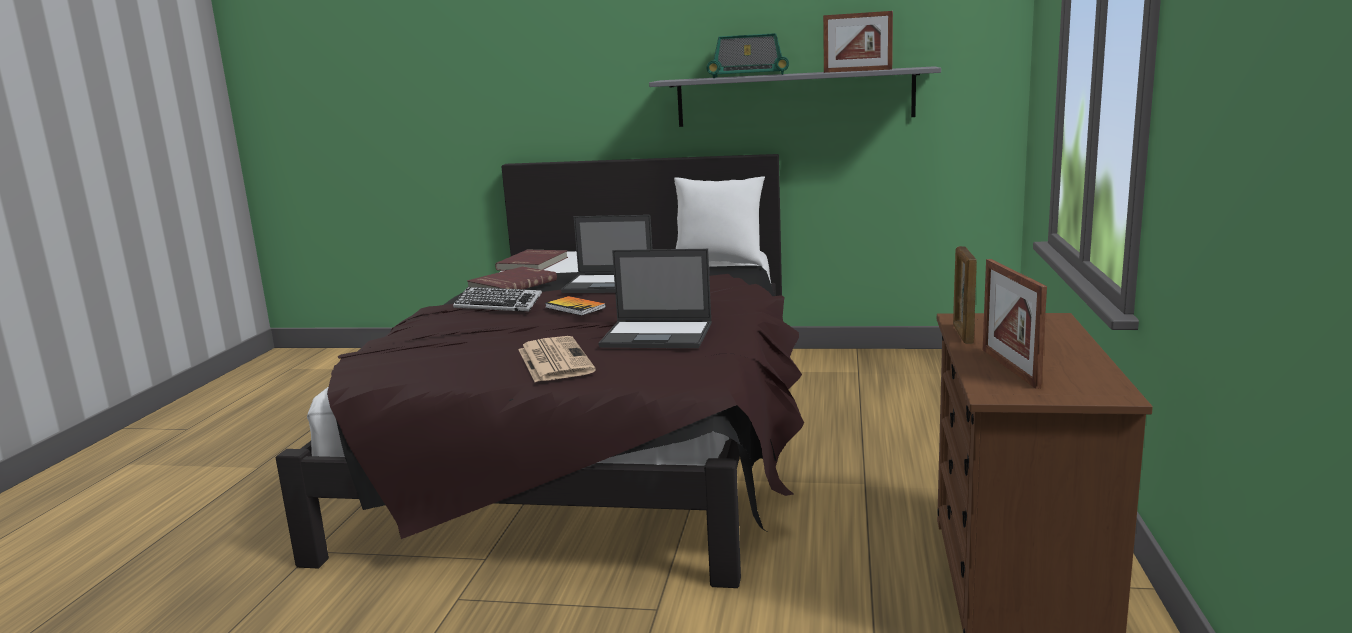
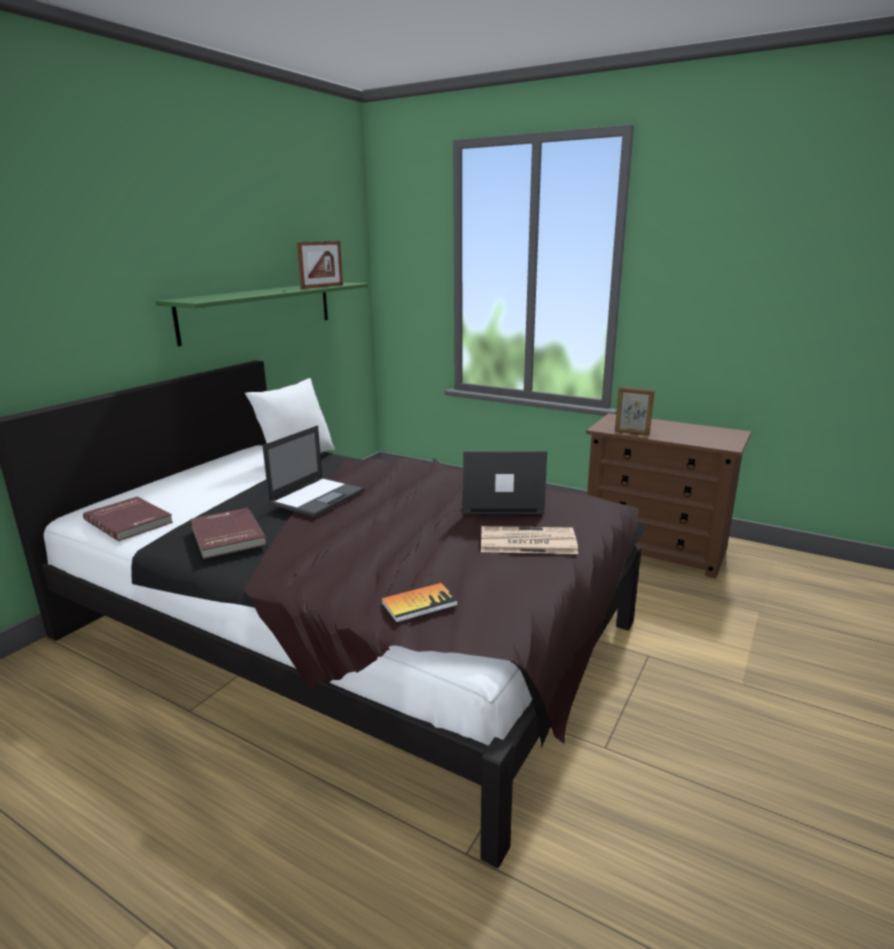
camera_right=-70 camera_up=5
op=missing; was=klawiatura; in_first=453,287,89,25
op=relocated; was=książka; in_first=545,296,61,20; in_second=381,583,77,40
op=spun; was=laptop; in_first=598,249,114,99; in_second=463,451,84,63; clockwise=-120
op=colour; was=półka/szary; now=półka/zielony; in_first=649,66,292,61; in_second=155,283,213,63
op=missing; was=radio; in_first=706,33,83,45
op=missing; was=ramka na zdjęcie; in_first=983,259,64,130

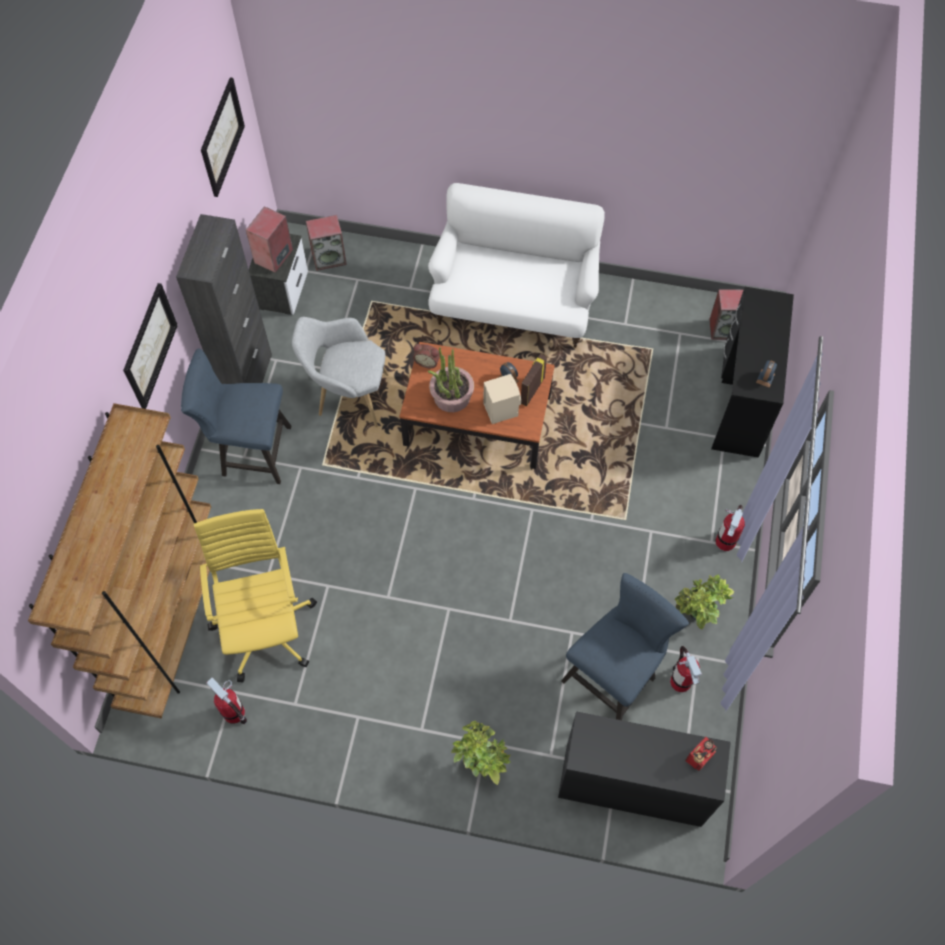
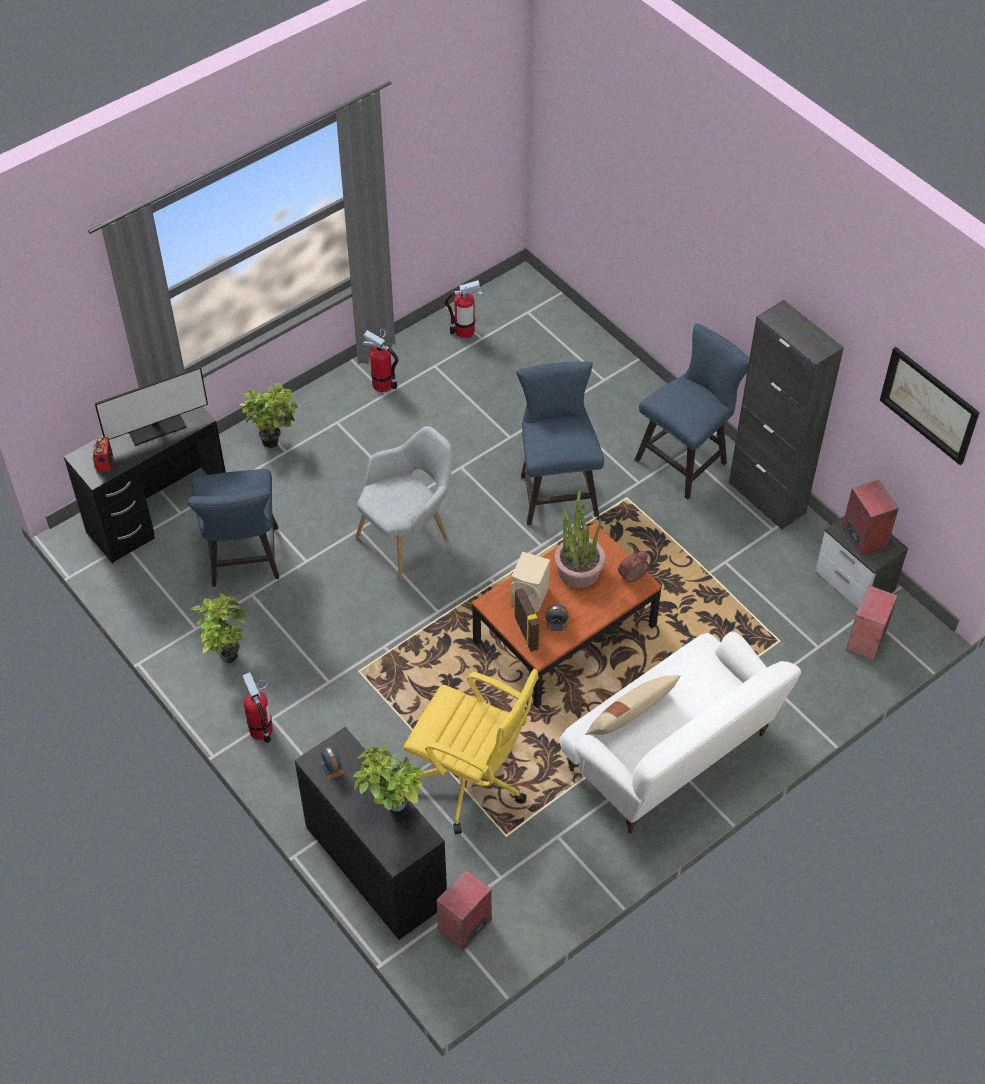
camera_right=130 camera_up=-10
op=missing; was=regał/brązowy; in_first=28,403,183,316
op=missing; was=obraz; in_first=123,283,55,126
op=relocated; was=krzesło biurowe/żółty; in_first=194,509,123,174; in_second=404,669,135,165
op=relocated; was=fotel/szary; in_first=292,317,97,110; in_second=355,426,98,154
op=relocated; was=gaśnica; in_first=670,646,32,46; in_second=362,328,37,64
op=appeared; now=monitor; in_second=94,366,114,80
op=appeared; now=roślina doniczkowa; in_second=353,745,71,66
op=appeared; now=krzesło/niebieski; in_second=516,362,88,163
op=appeared; now=poduszka/beżowy; in_second=585,675,96,60

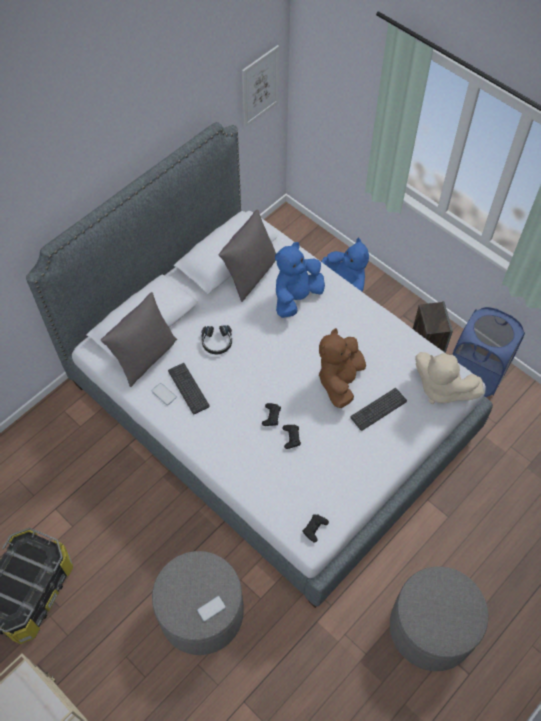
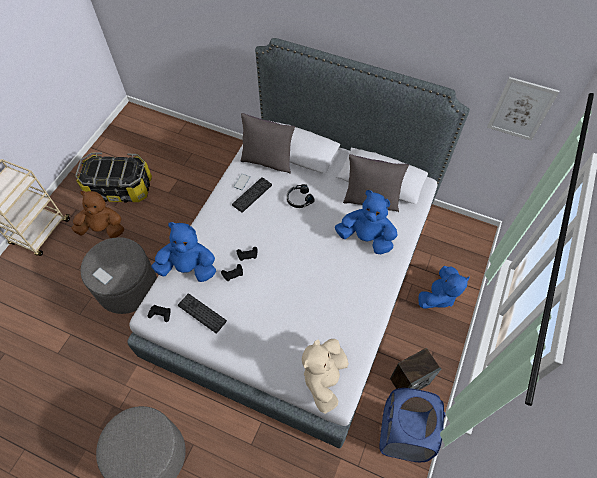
camera_right=70 camera_up=0
op=relocated; was=pluszak/brązowy; in_first=319,328,47,80; in_second=71,191,53,47
op=relocated; was=klawiatura; in_first=350,388,57,43; in_second=178,293,49,41
op=appeared; now=pluszak/niebieski; in_second=151,222,65,60

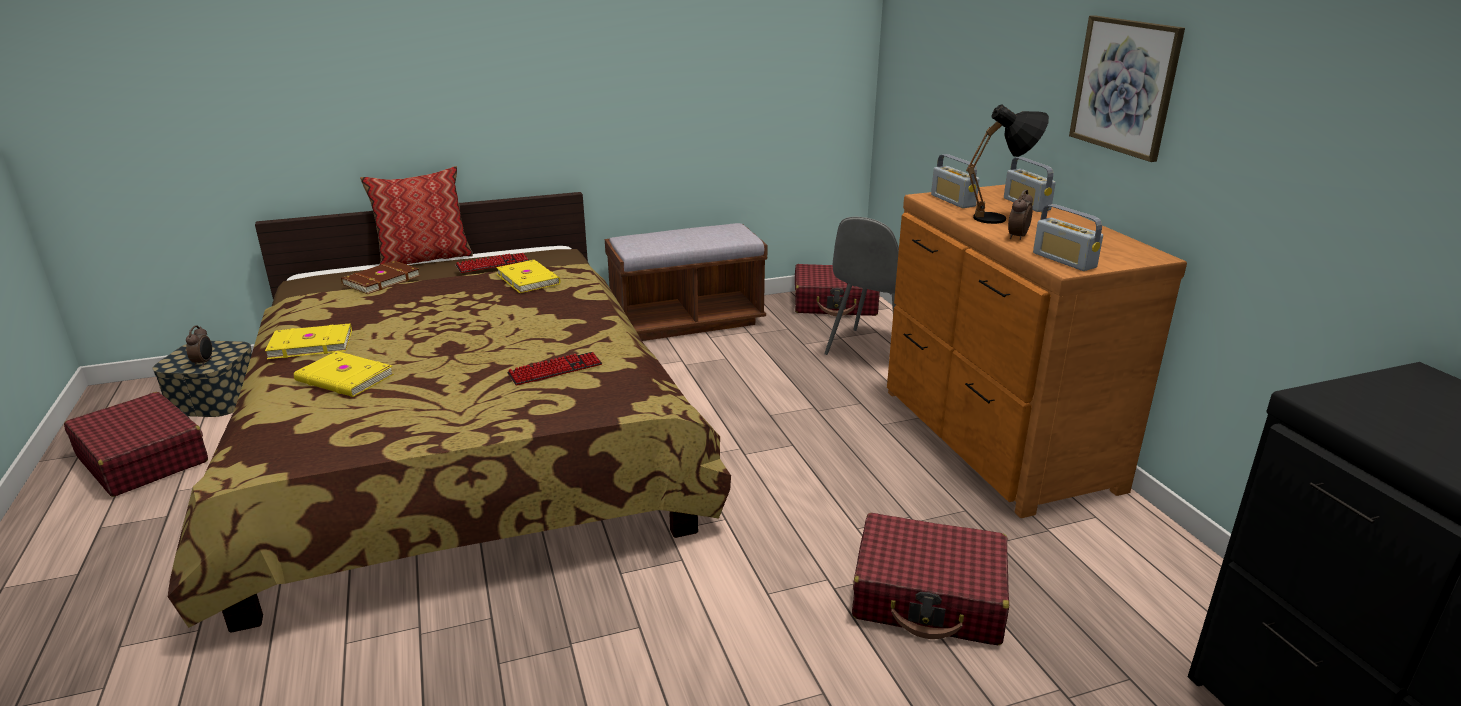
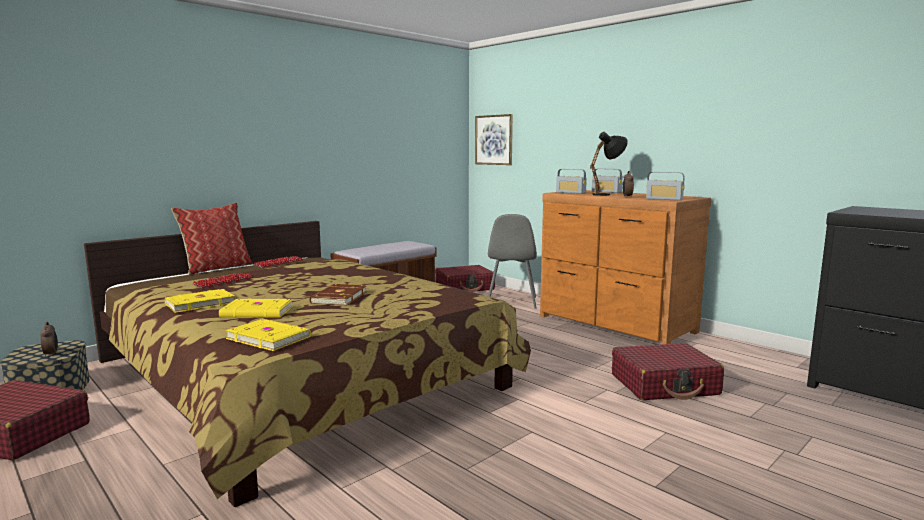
camera_right=-25 camera_up=-15
op=relocated; was=książka/brązowy; in_first=341,261,79,33; in_second=310,284,57,22
op=relocated; was=książka/żółty; in_first=496,260,64,33; in_second=225,319,86,32
op=relocated; was=klawiatura; in_first=507,352,95,33; in_second=193,273,61,15
op=relocated; was=obraz; in_first=1069,15,116,147; in_second=475,114,38,51

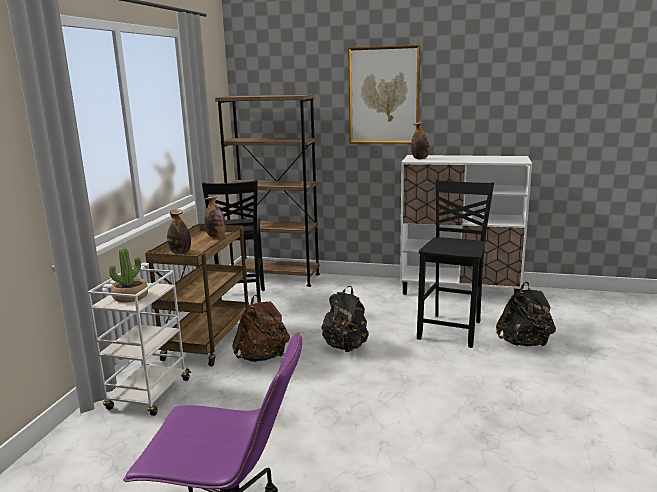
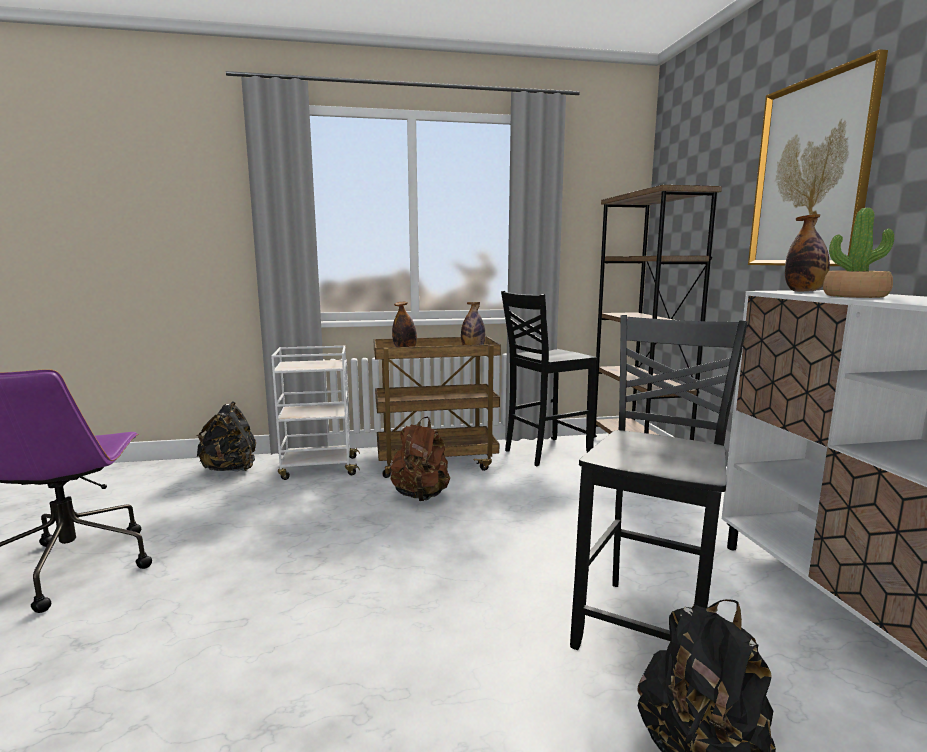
camera_right=65 camera_up=-5
op=relocated; was=roślina doniczkowa; in_first=109,248,39,55; in_second=823,208,71,90
op=relocated; was=plecak/czarny; in_first=321,286,48,66; in_second=196,401,60,71
op=spun; was=krzesło/czarny; in_first=417,180,77,168; in_second=570,315,178,335; clockwise=-60

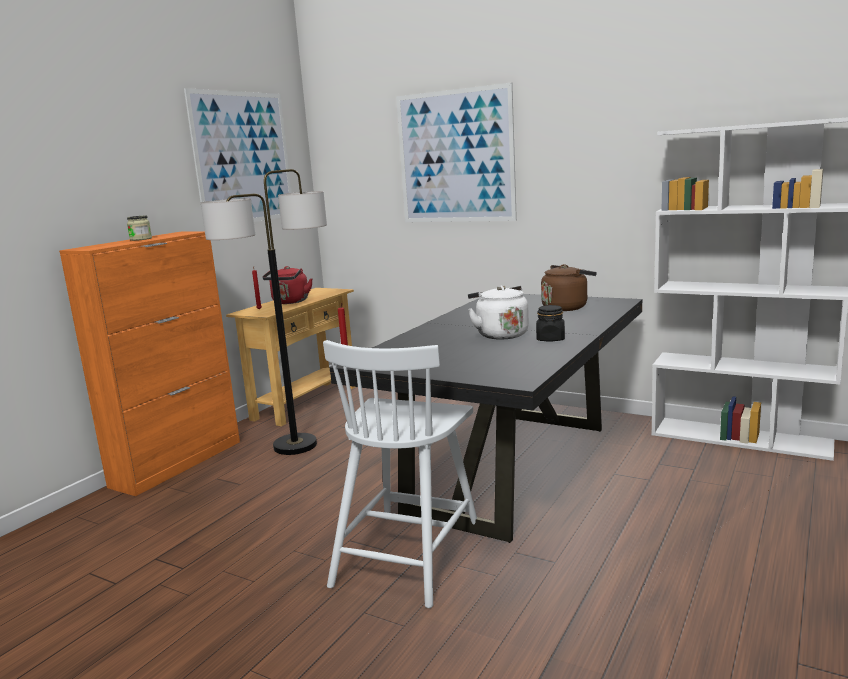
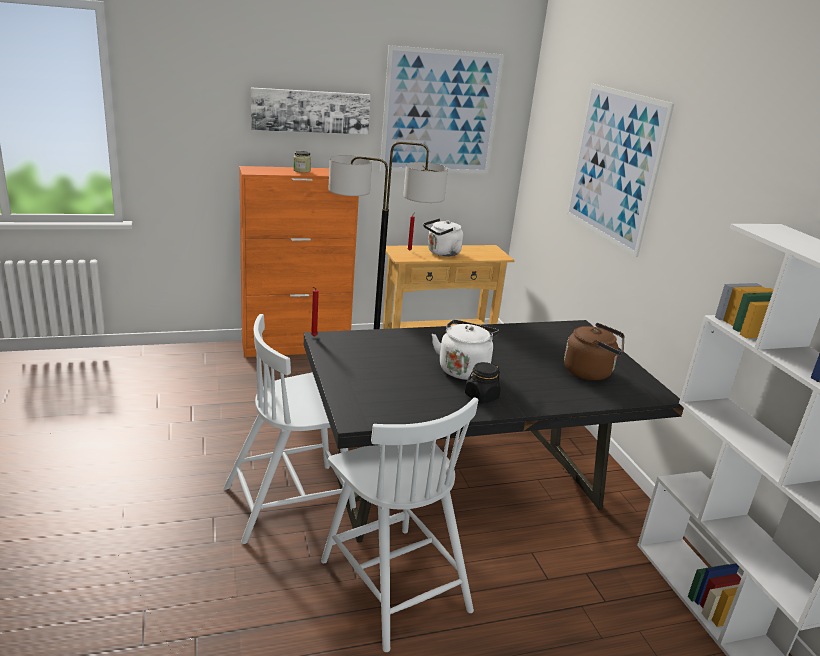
camera_right=40 camera_up=10
op=colour; was=czajnik/czerwony; now=czajnik/biały; in_first=262,266,50,38; in_second=423,218,40,38
op=appeared; now=obraz; in_second=251,87,120,48
op=appeared; now=krzesło/biały; in_second=321,397,157,255

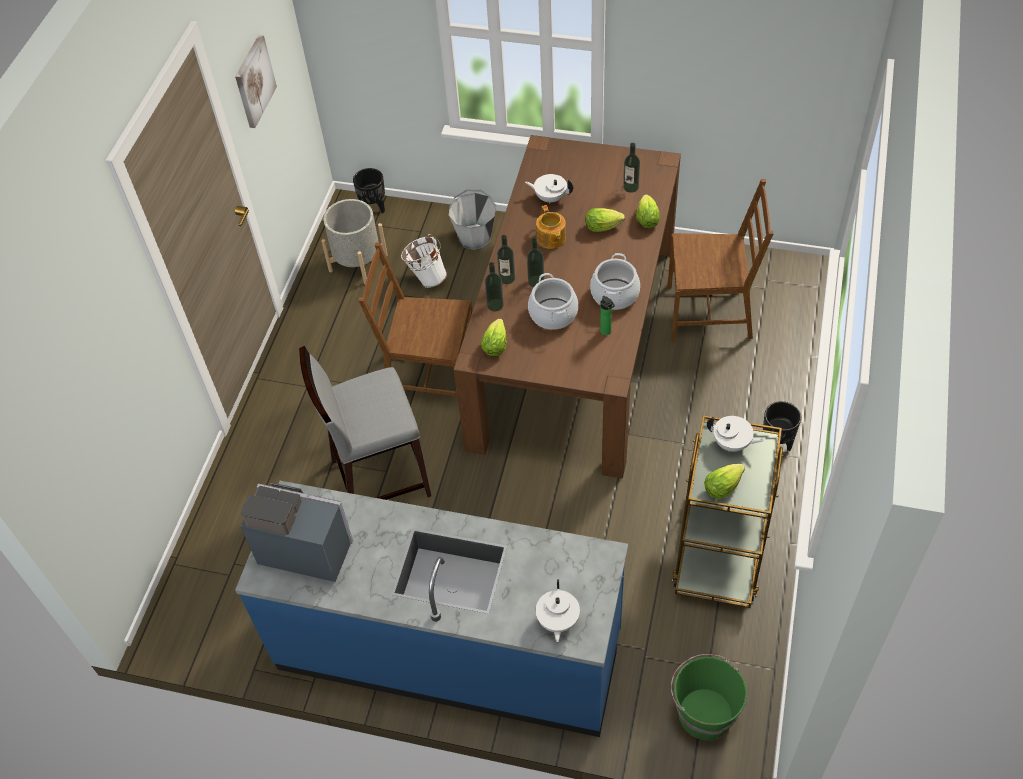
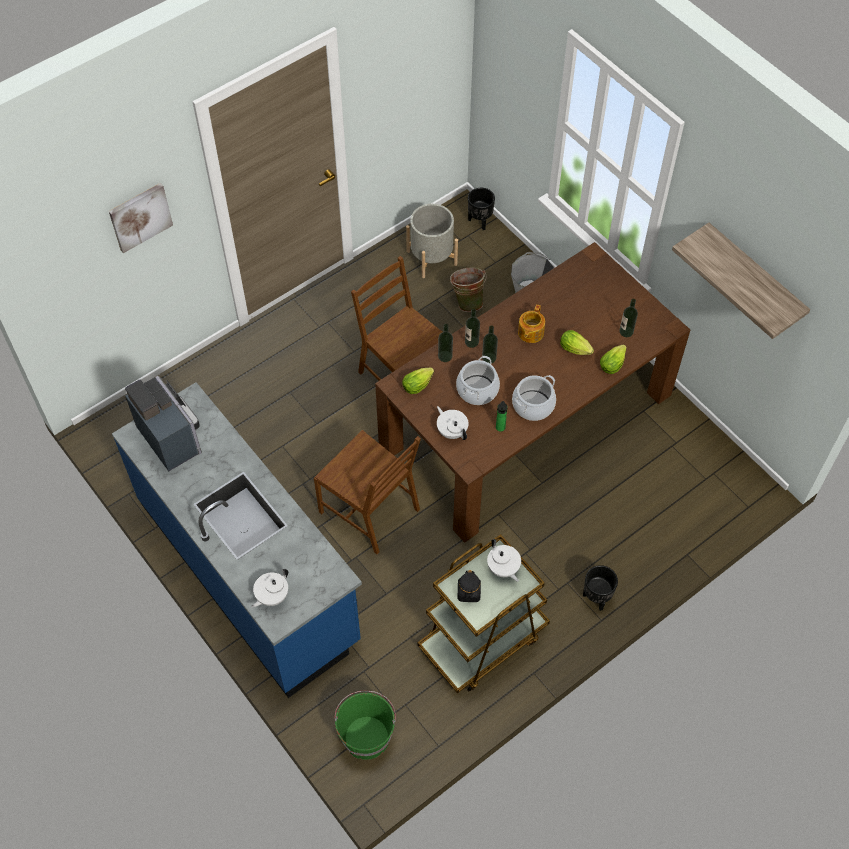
camera_right=35 camera_up=5
op=relocated; was=obraz; in_first=235,35,42,93; in_second=109,183,64,70
op=missing; was=stołek/szary; in_first=299,346,132,154
op=colour; was=wiadro/biały; now=wiadro/zielony; in_first=401,234,46,54; in_second=450,268,36,44
op=relocated; was=imbryk/biały; in_first=525,174,49,30; in_second=437,406,32,34
op=relocated; was=krzesło/brązowy; in_first=668,179,106,163; in_second=314,430,107,124
op=exchanged; was=sałata; now=słoik/czarny; in_first=704,464,41,35; in_second=458,570,23,32
op=appeared; now=półka; in_second=672,223,138,116

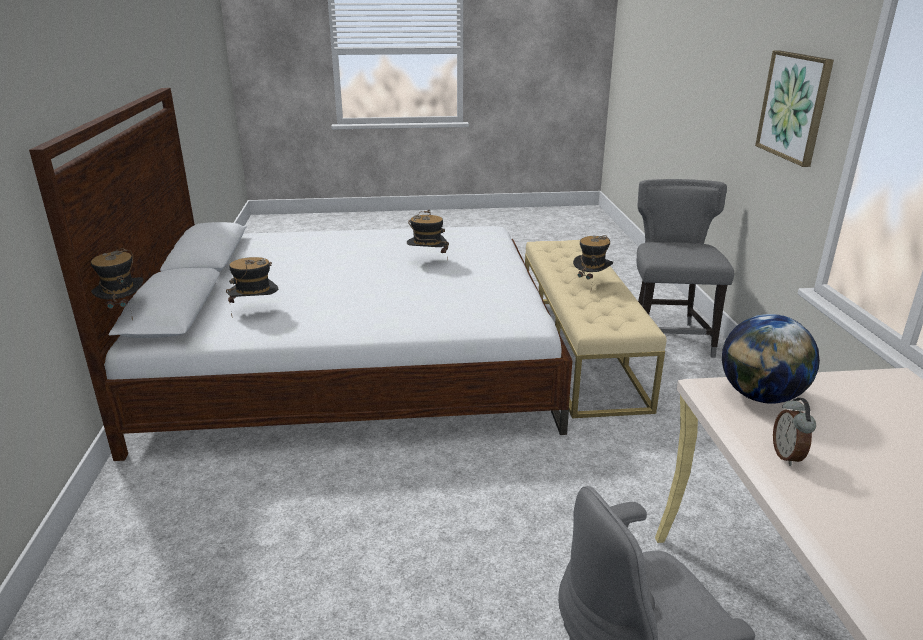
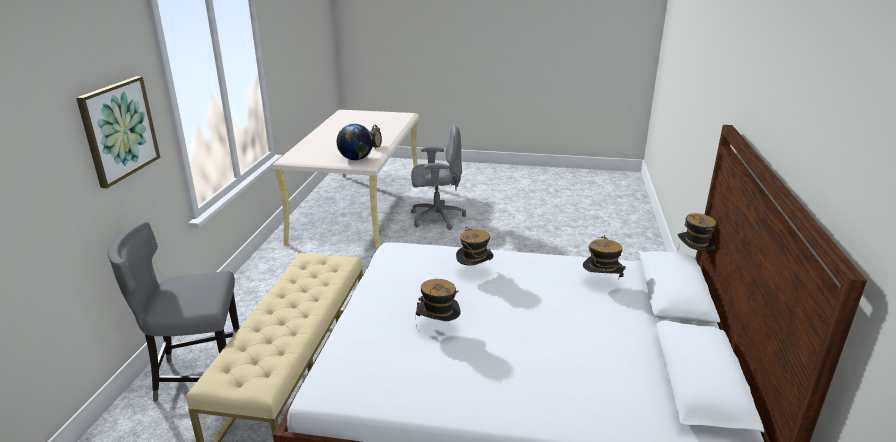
camera_right=-165 camera_up=0
op=relocated; was=kapelusz; in_first=573,235,40,55; in_second=456,227,38,39
op=spun; was=krzesło/szary; in_first=637,179,97,179; in_second=107,222,133,180; clockwise=60

